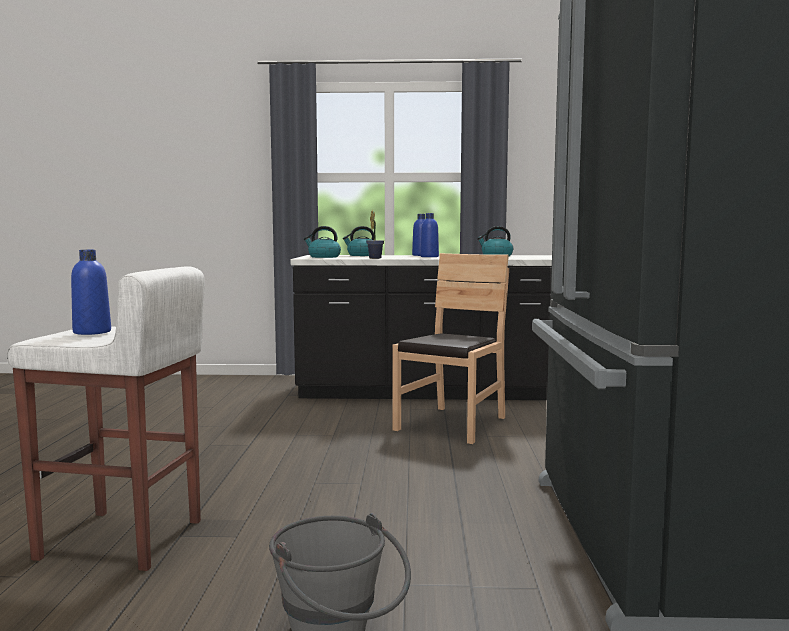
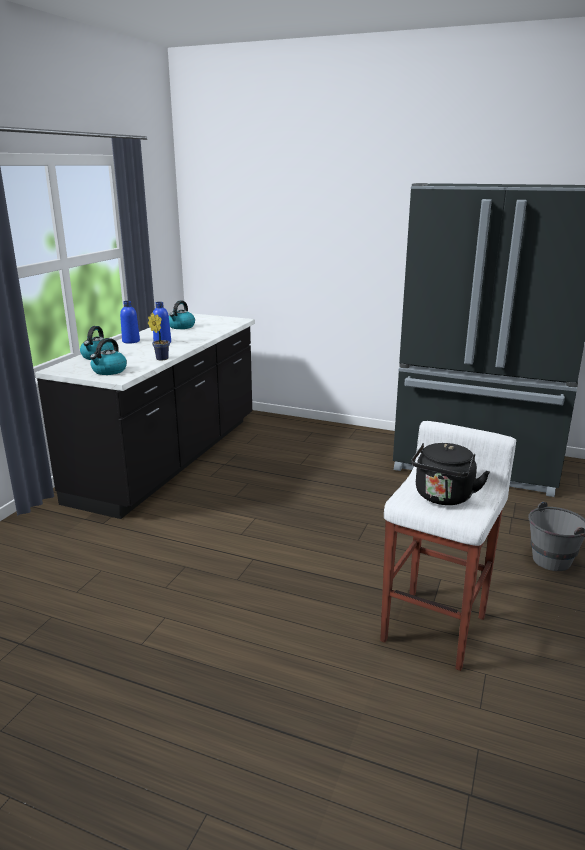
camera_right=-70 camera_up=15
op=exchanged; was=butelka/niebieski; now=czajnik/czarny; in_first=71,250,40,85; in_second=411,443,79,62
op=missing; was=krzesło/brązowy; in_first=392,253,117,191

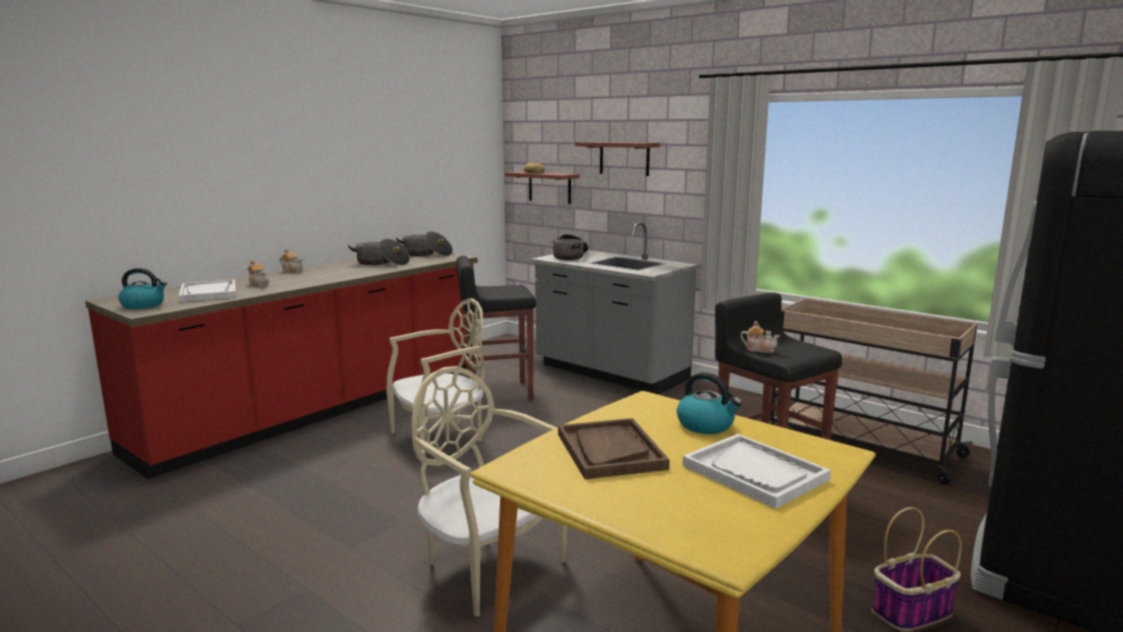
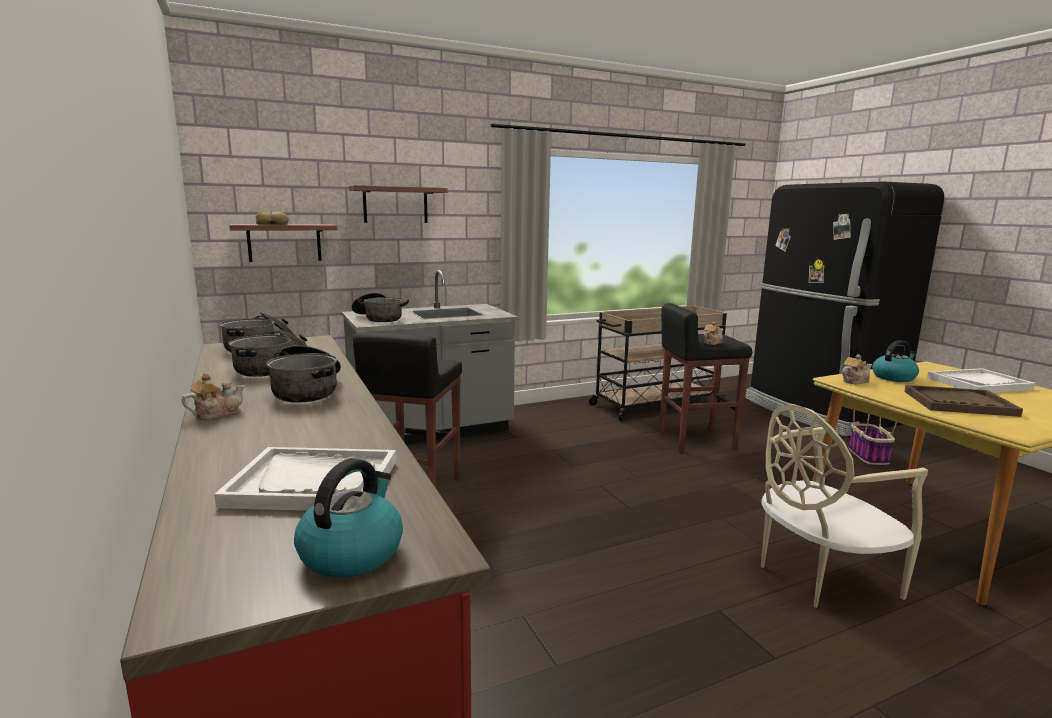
camera_right=-65 camera_up=0
op=relocated; was=imbryk; in_first=247,260,22,27; in_second=842,354,30,30
op=missing; was=krzesło/beżowy; in_first=386,298,99,166
op=appeared; now=garnek; in_second=267,345,74,58

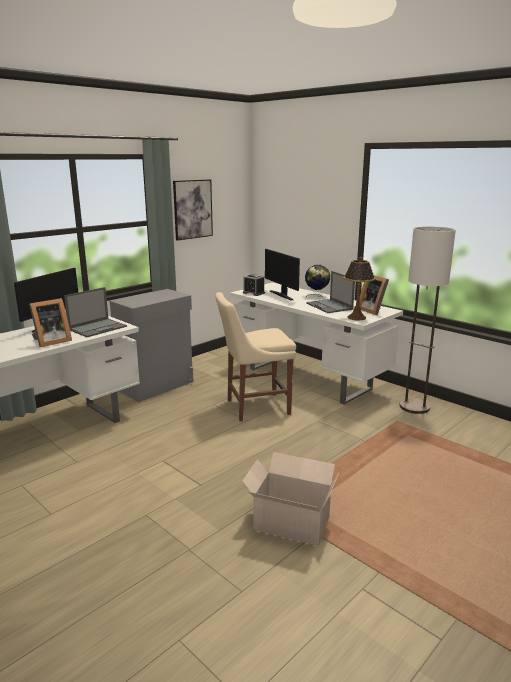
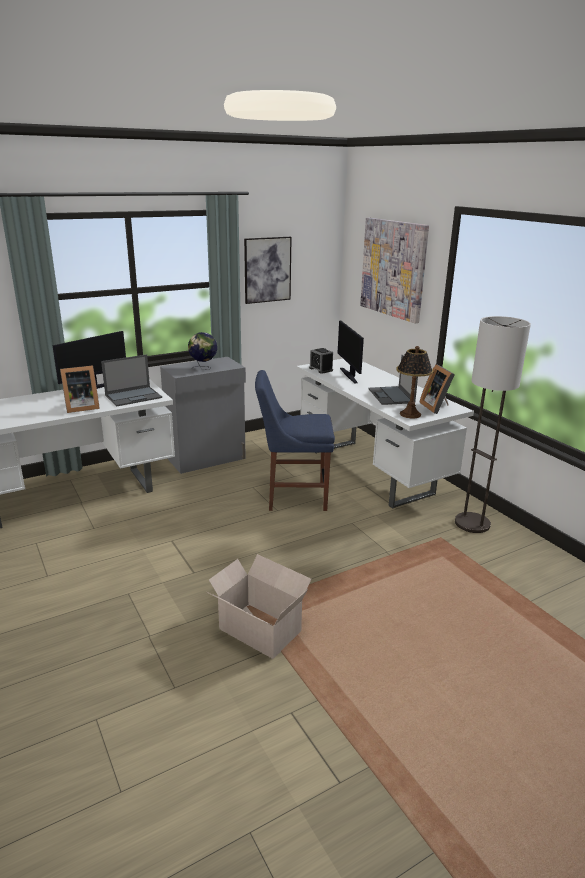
camera_right=15 camera_up=5
op=colour; was=krzesło/beżowy; now=krzesło/niebieski; in_first=215,292,81,130; in_second=255,370,80,141
op=relocated; was=globus; in_first=305,265,25,32; in_second=188,332,29,38
op=appeared; now=obraz; in_second=360,218,69,105

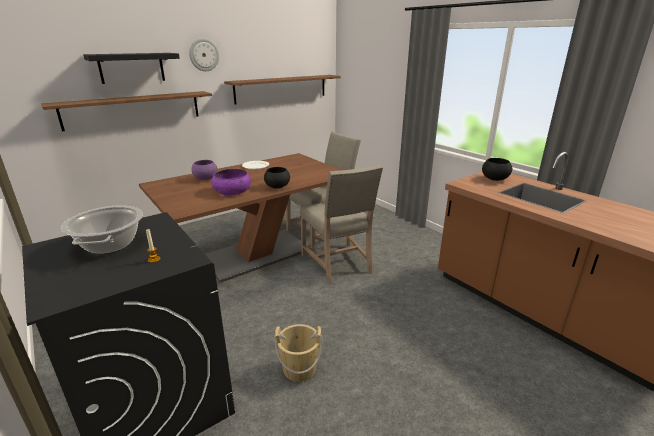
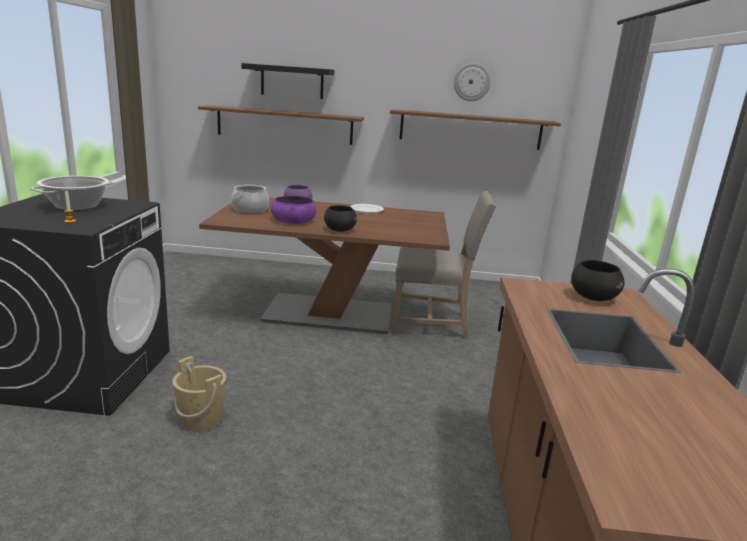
camera_right=40 camera_up=-5
op=relocated; was=zegar ścienny; in_first=189,38,30,33; in_second=454,63,37,38
op=missing; was=krzesło/beżowy; in_first=300,165,83,119
op=appeared; now=garnek; in_second=231,184,38,29

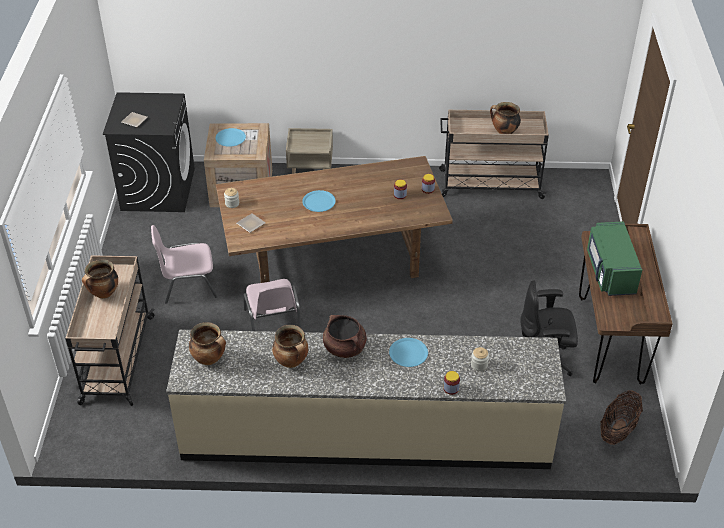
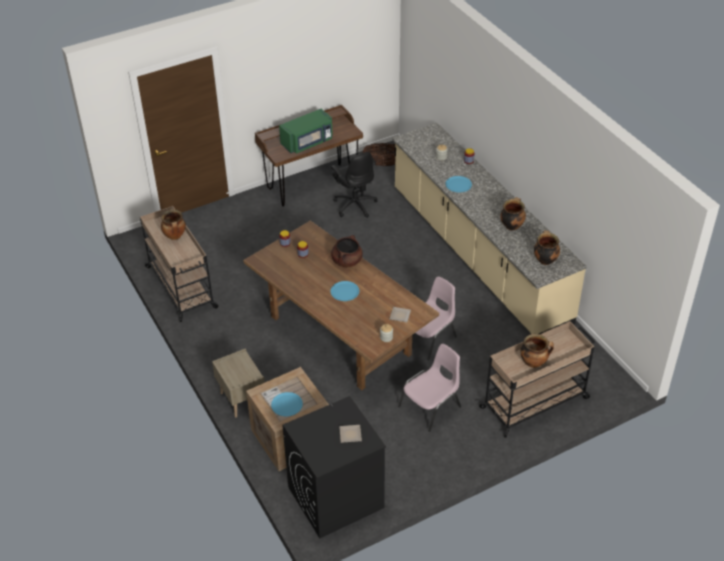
camera_right=-120 camera_up=0
op=spun; was=krzesło/różowy; in_first=151,225,67,79; in_second=398,343,63,89; clockwise=-90
op=relocated; was=garnek/brązowy; in_first=323,315,44,43; in_second=331,235,32,32

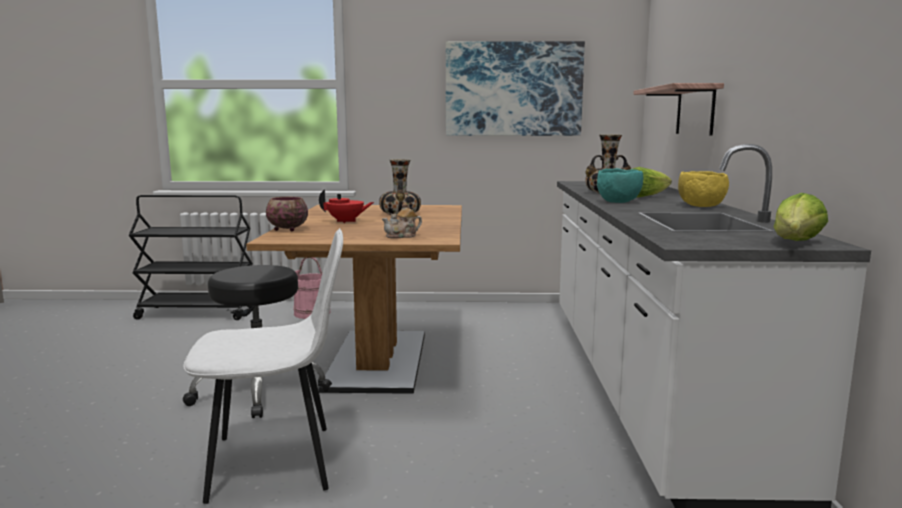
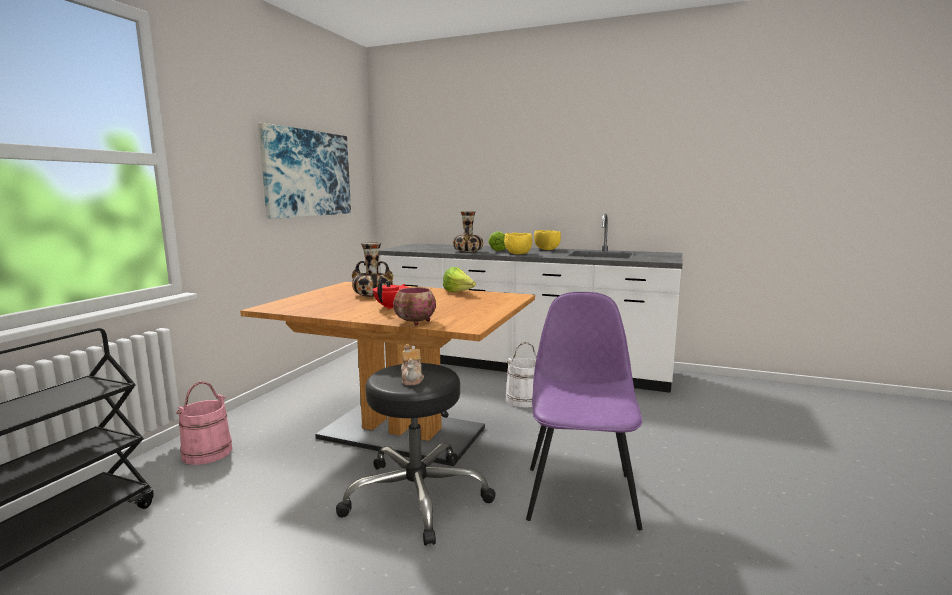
camera_right=-70 camera_up=0
op=colour; was=krzesło/biały; now=krzesło/fioletowy; in_first=183,228,160,276; in_second=526,292,116,238
op=relocated; was=imbryk; in_first=382,202,40,36; in_second=401,344,23,42
op=colour; was=miska/turkusowy; now=miska/żółty; in_first=597,168,46,35; in_second=504,233,28,21
op=missing; was=półka; in_first=633,83,91,53
op=relocated; was=sałata; in_first=774,193,54,48; in_second=443,267,33,25
op=appeared; now=wiadro/biały; in_second=505,342,32,66

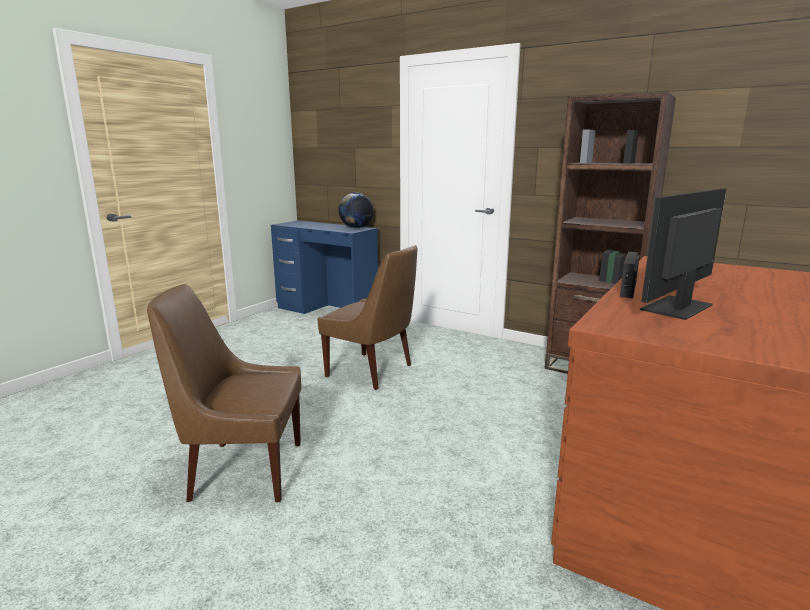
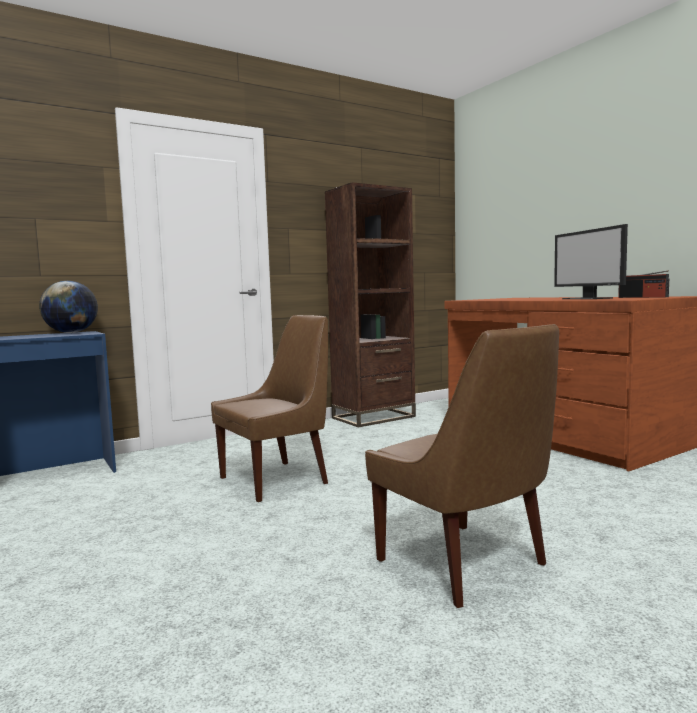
camera_right=-65 camera_up=-10
op=spun; was=krzesło/brązowy; in_first=147,284,154,218; in_second=365,324,194,284; clockwise=-60
op=relocated; was=radio; in_first=620,252,20,46; in_second=618,270,51,28

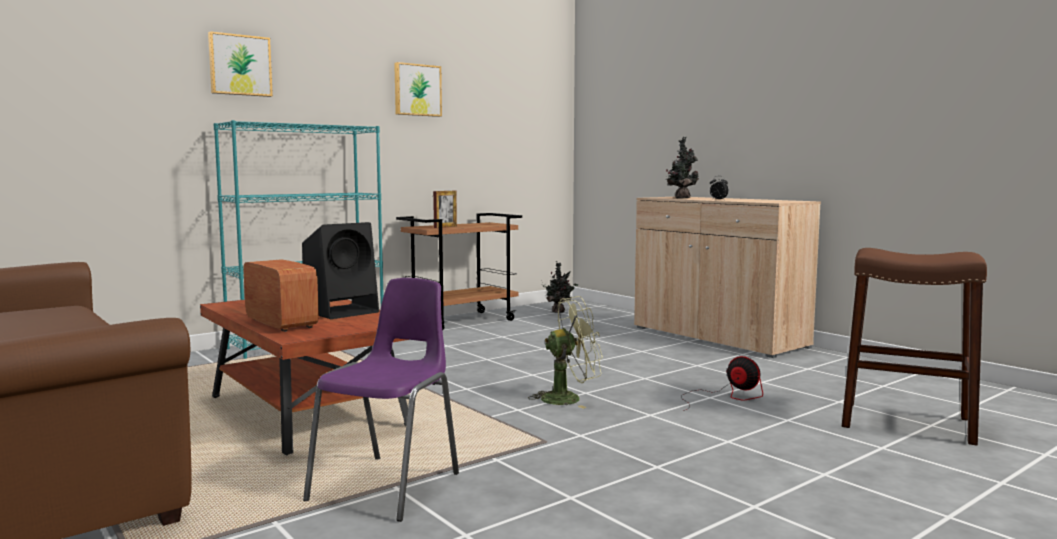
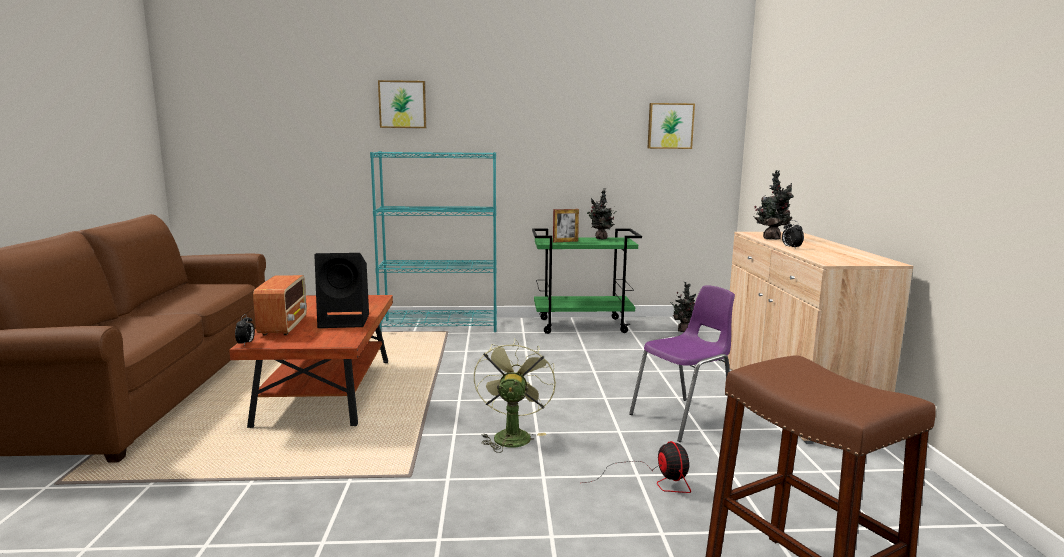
camera_right=35 camera_up=5
op=relocated; was=krzesło/fioletowy; in_first=303,278,156,244; in_second=629,285,106,157
op=relocated; was=obraz; in_first=394,62,48,55; in_second=647,103,48,46
op=colour; was=wózek/brązowy; now=wózek/zielony; in_first=396,213,126,118; in_second=532,228,110,106
op=spun; was=wentylator/zielony; in_first=528,296,75,113; in_second=474,338,82,115; clockwise=-105
op=appeared; now=budzik; in_second=235,314,20,32
op=appeared; now=roślina doniczkowa; in_second=587,188,30,51

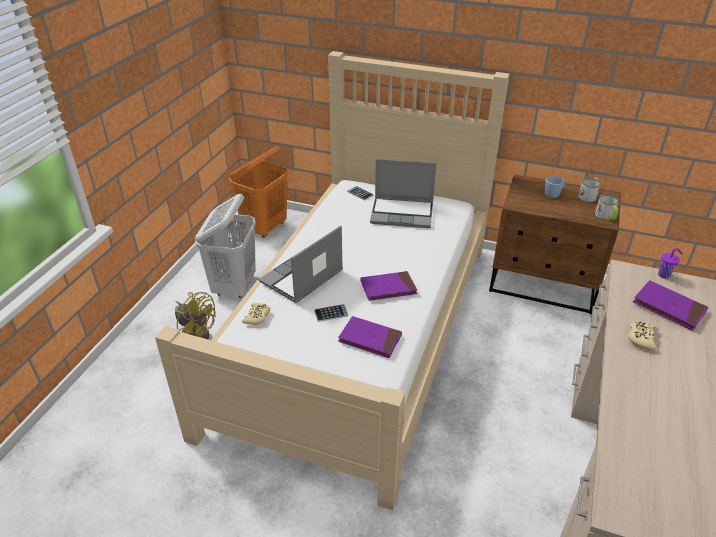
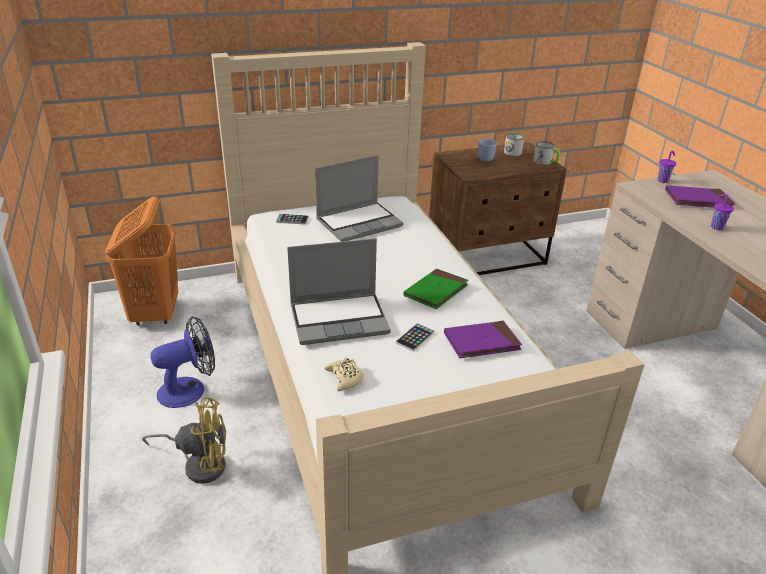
camera_right=-40 camera_up=-5
op=exchanged; was=kosz na pranie/biały; now=wentylator; in_first=195,194,61,104; in_second=151,316,64,92
op=spun; was=laptop; in_first=259,225,84,78; in_second=287,238,104,107; clockwise=-105
op=colour; was=książka/fioletowy; now=książka/zielony; in_first=361,271,56,30; in_second=404,269,64,40
op=exchanged; was=pad do gier/beżowy; now=filiżanka/fioletowy; in_first=628,321,30,30; in_second=711,194,23,36

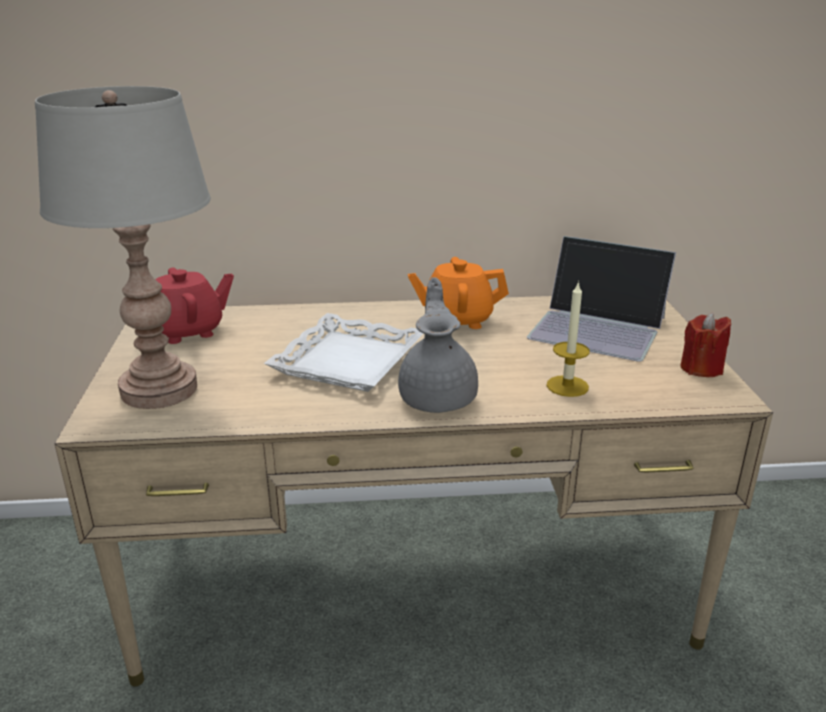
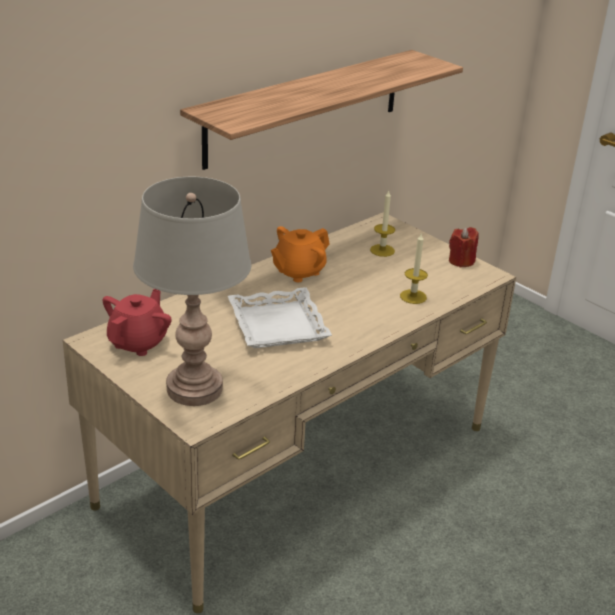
camera_right=-40 camera_up=5
op=missing; was=imbryk/szary; in_first=398,277,80,136
op=exchanged; was=laptop; now=świeca; in_first=527,236,149,126; in_second=370,190,25,67
op=appeared; now=półka; in_second=180,50,283,120

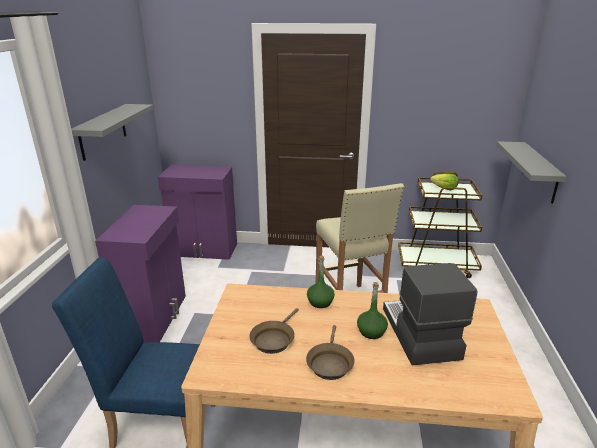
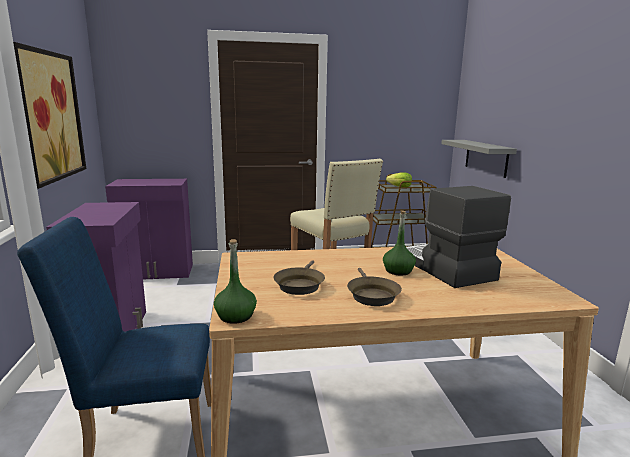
camera_right=-15 camera_up=-10
op=exchanged; was=półka/szary; now=obraz; in_first=71,104,82,57; in_second=13,42,73,147
op=relocated; was=butelka/zielony; in_first=307,256,28,52; in_second=214,239,43,85

